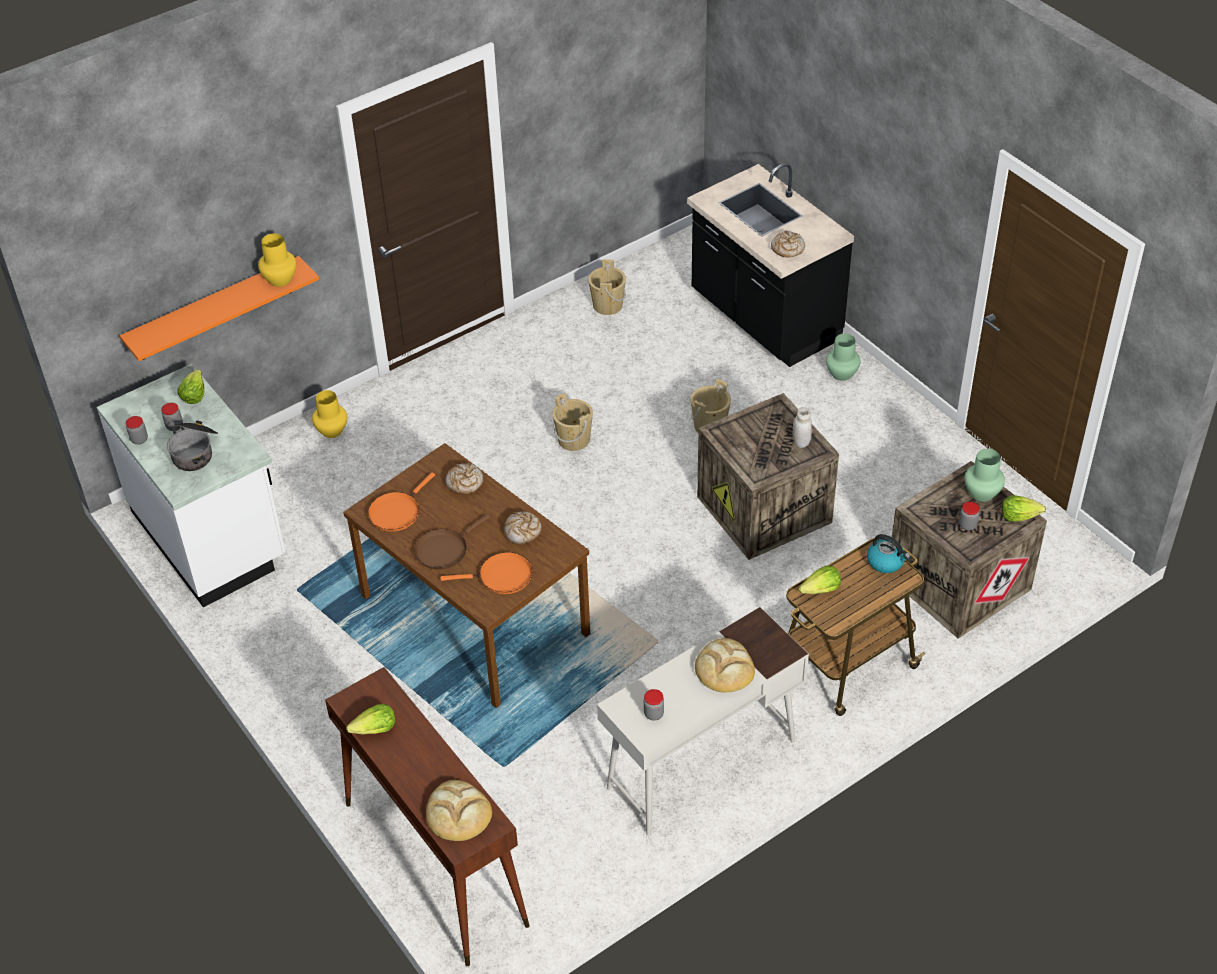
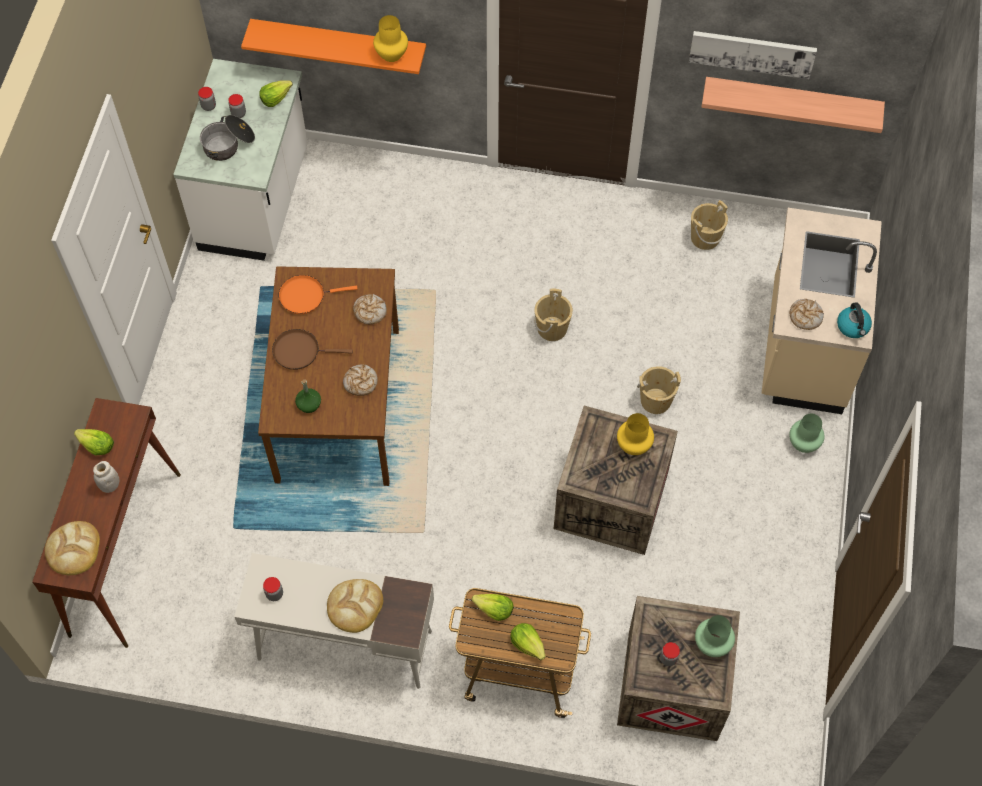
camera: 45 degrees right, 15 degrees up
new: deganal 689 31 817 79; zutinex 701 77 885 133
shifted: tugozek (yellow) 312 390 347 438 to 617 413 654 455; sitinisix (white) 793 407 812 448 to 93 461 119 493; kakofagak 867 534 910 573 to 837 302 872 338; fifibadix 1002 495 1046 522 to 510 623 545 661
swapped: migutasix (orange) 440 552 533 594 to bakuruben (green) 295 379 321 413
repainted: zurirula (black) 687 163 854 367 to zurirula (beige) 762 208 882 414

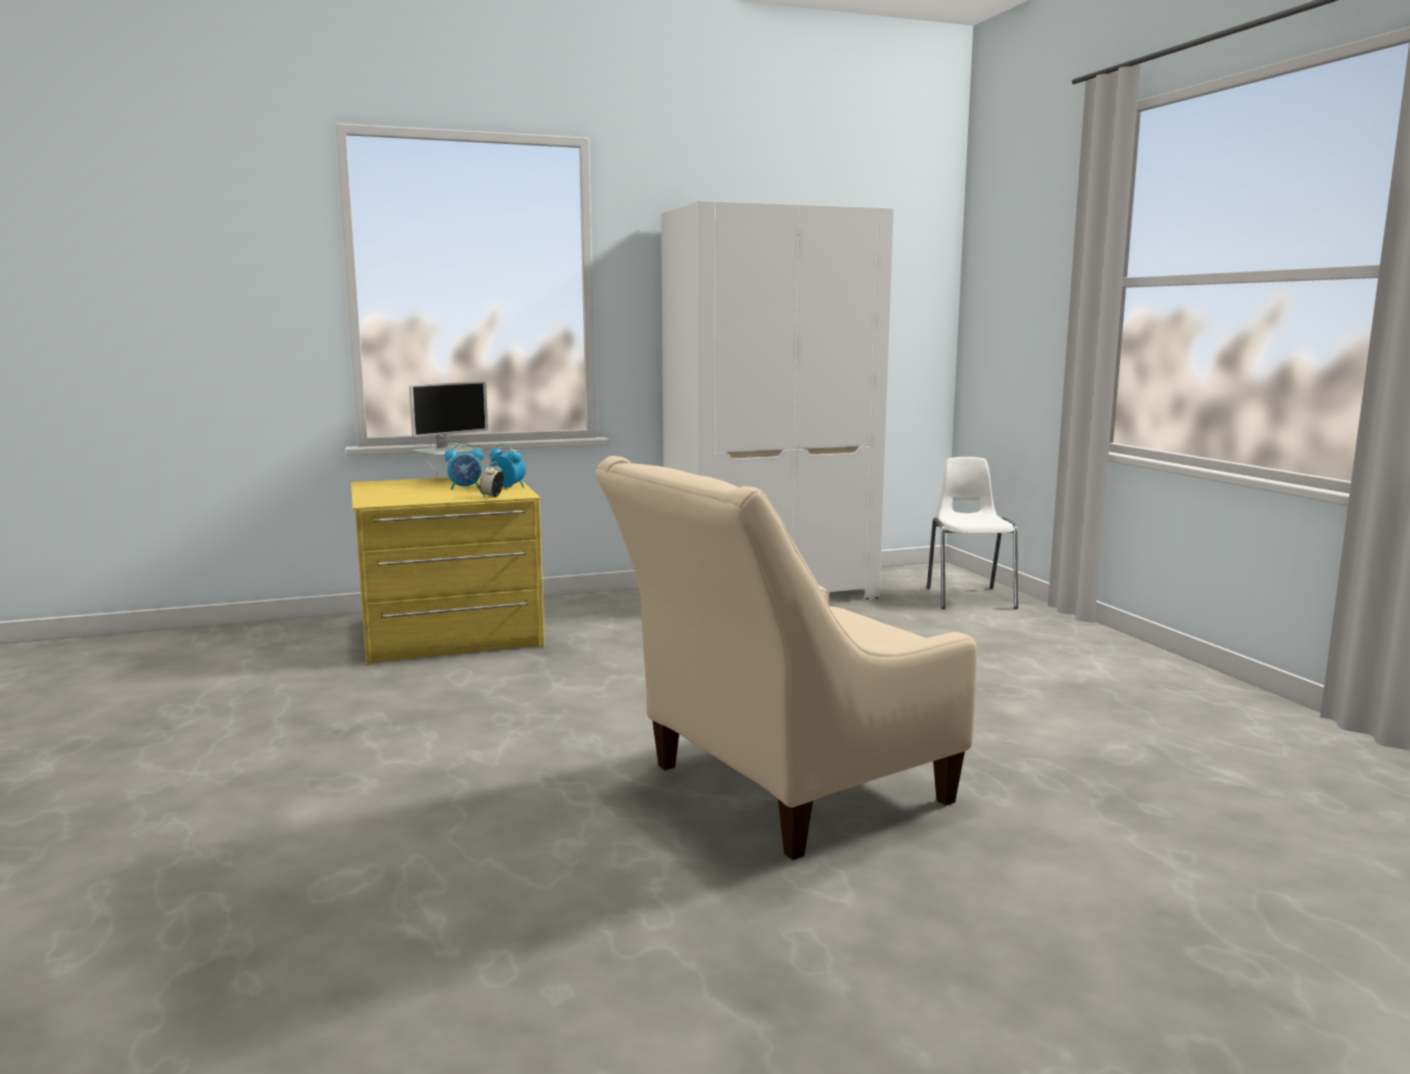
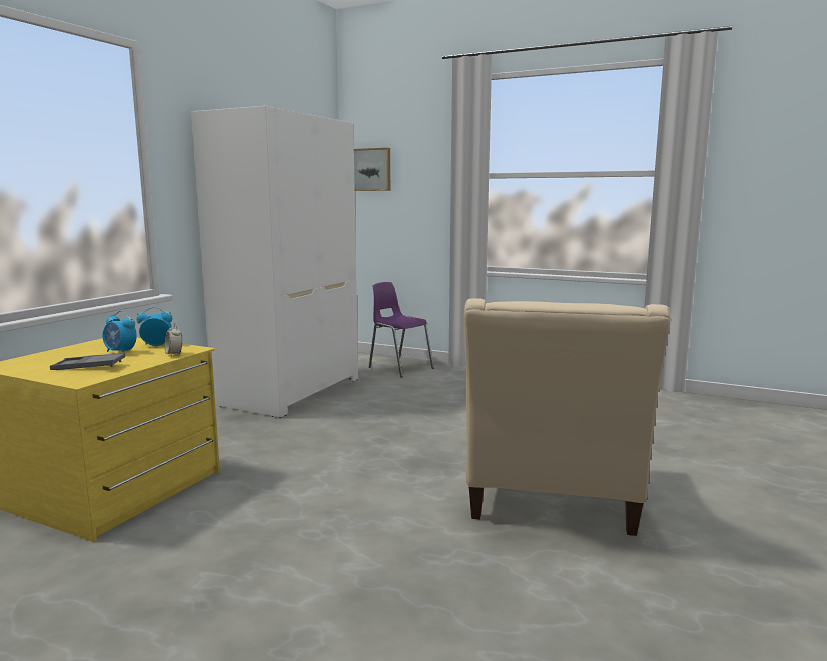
camera: 45 degrees left, 0 degrees up
gone: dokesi 409 381 488 476
new: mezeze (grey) 50 353 126 370; deganal 354 148 390 191
repainted: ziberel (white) 927 457 1018 609 to ziberel (purple) 369 282 434 377
rotated: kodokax 445 443 483 490 = 102 311 137 353 90 degrees clockwise

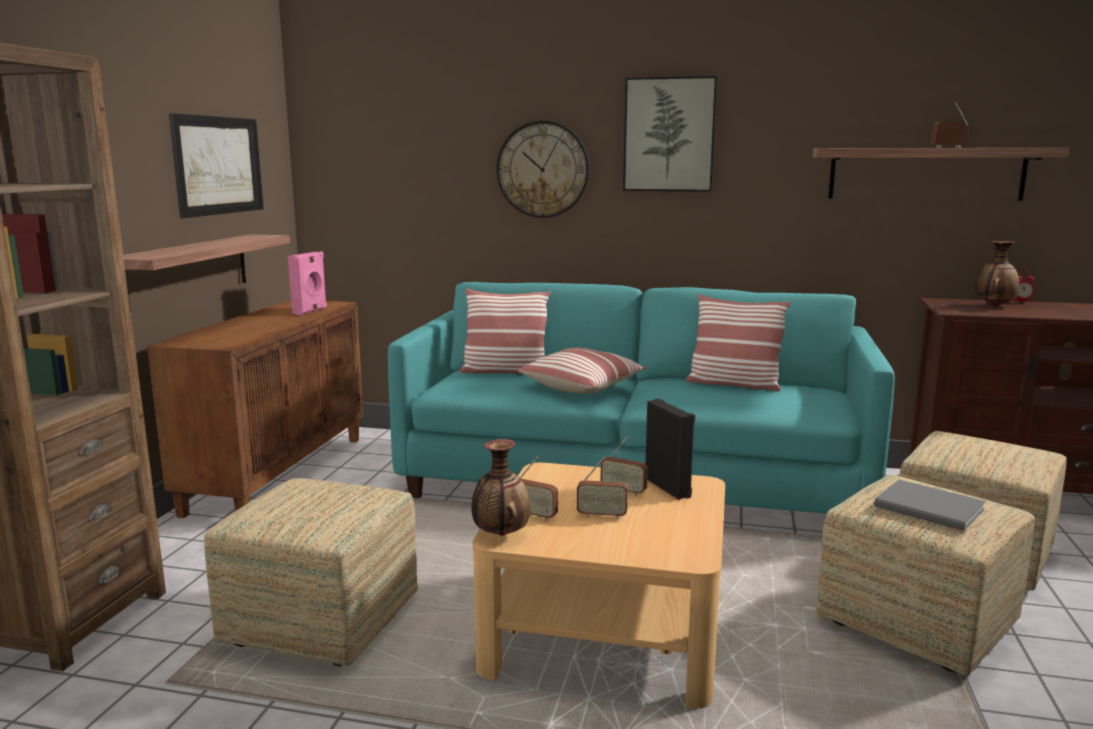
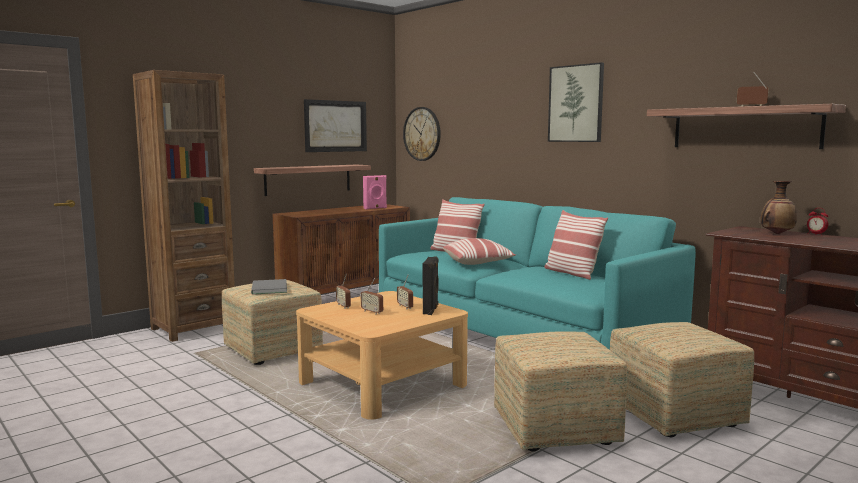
camera: 35 degrees right, 5 degrees down
gone: tugozek 471 439 531 536
shifted: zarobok 497 120 590 218 to 403 107 441 161; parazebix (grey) 874 479 985 531 to 251 279 287 295

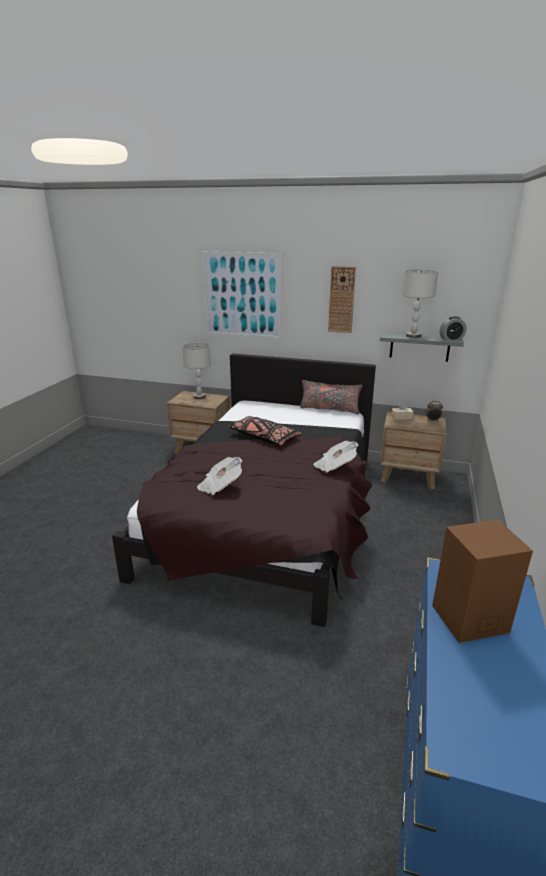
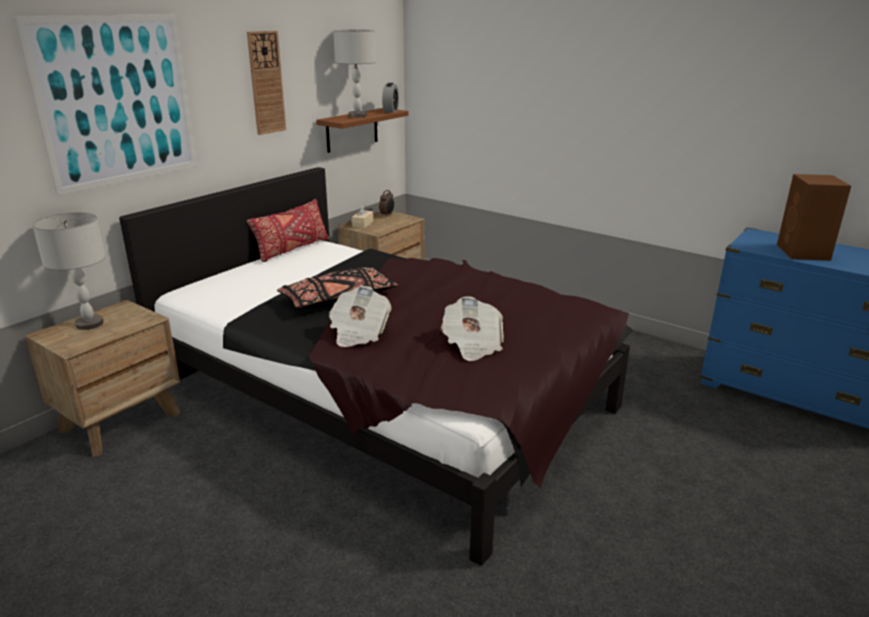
camera: 70 degrees left, 0 degrees up
shifted: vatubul 314 441 359 473 to 329 286 391 347
repainted: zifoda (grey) 300 380 362 415 to zifoda (red) 247 199 329 262; zutinex (grey) 380 332 464 362 to zutinex (brown) 316 108 409 153

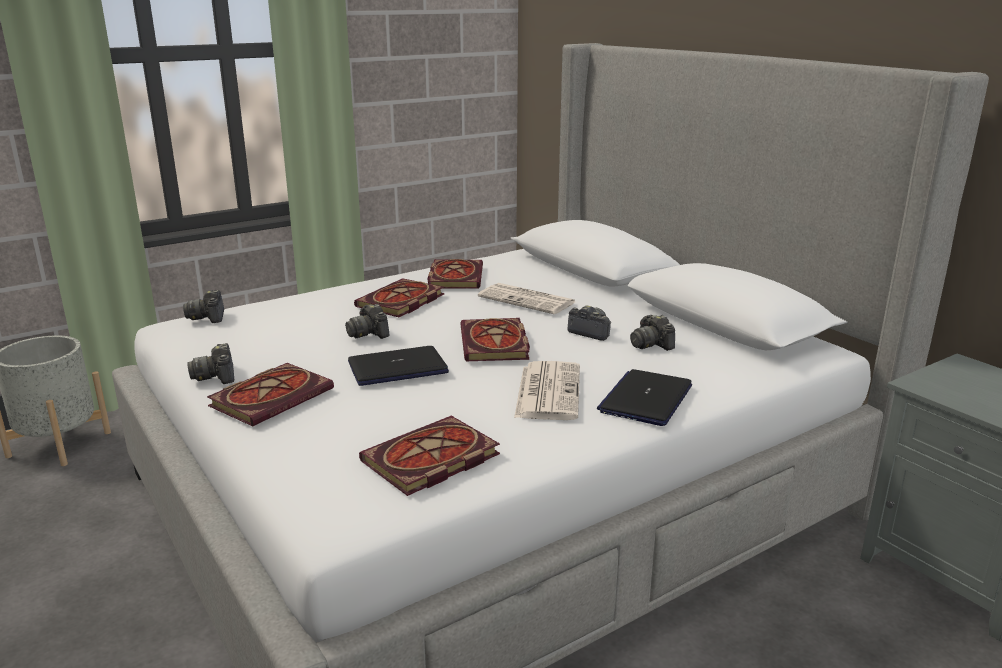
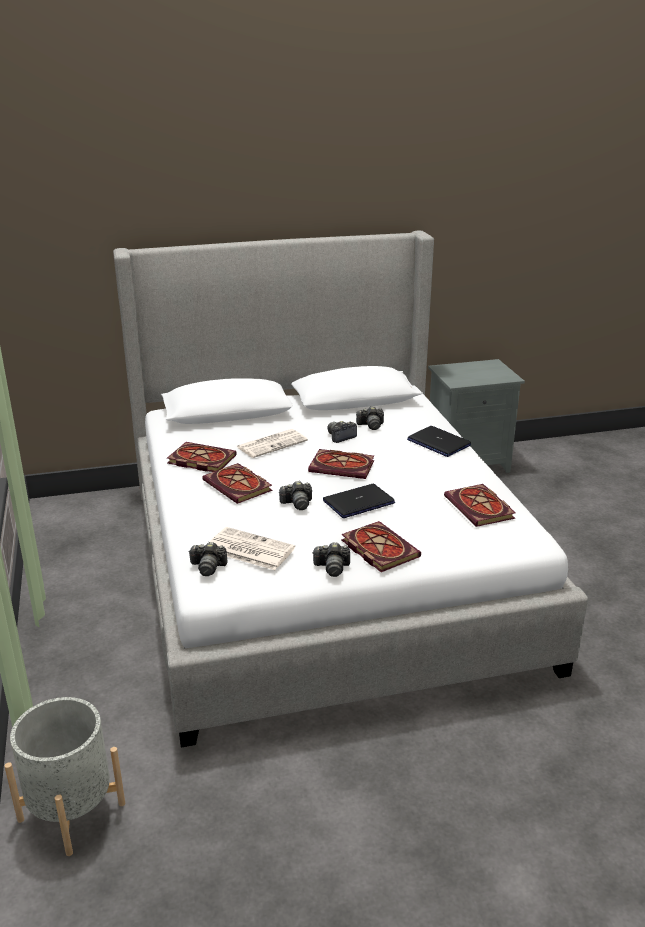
camera: 70 degrees left, 5 degrees up
shifted: vatubul 514 361 580 420 to 210 527 295 570
rotated: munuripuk 348 346 449 386 = 323 484 395 518 60 degrees clockwise

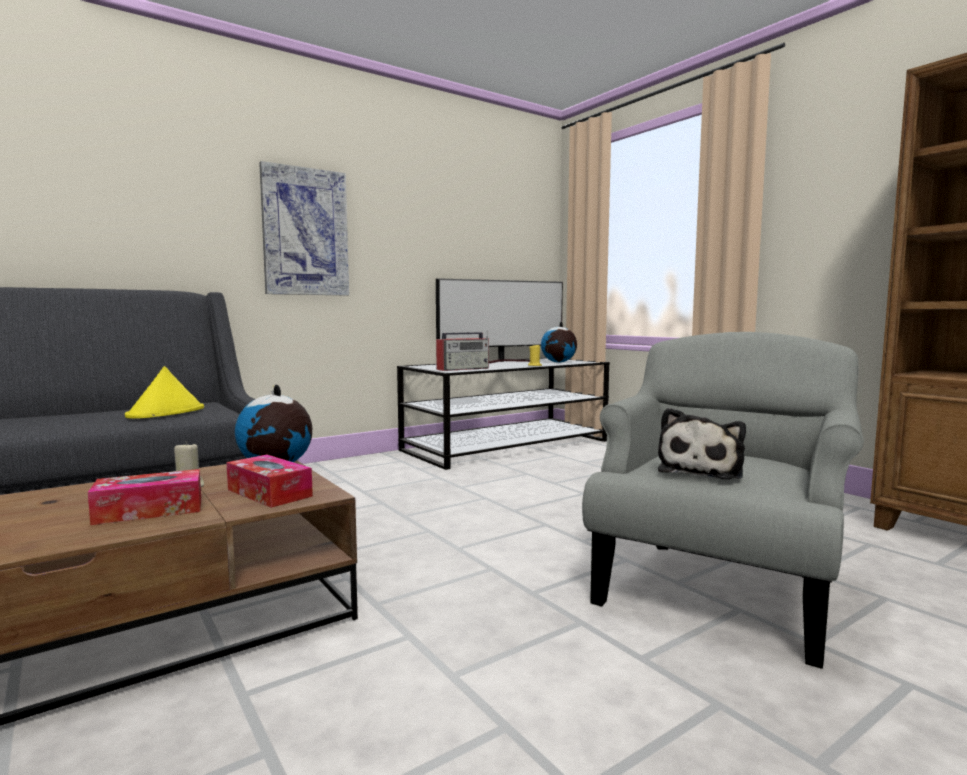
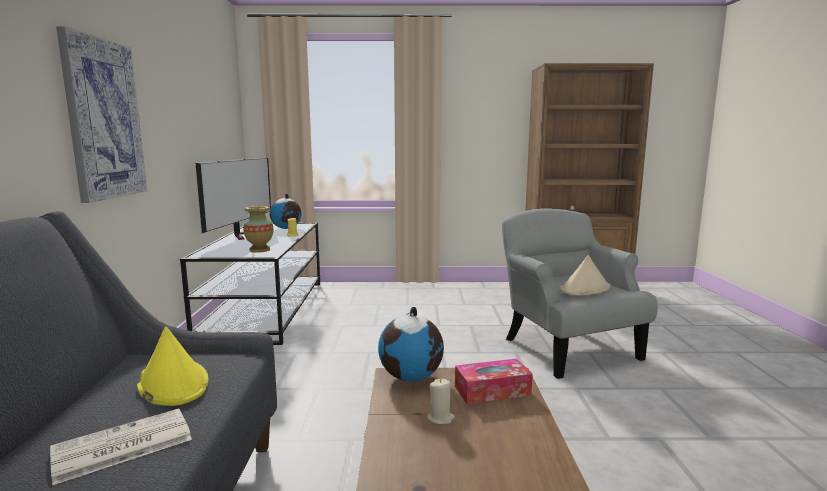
camera: 55 degrees left, 5 degrees up
gone: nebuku 88 469 201 525
new: vatubul 50 408 192 485
swapped: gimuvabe 436 330 489 371 to tugozek 243 206 273 253; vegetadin 658 408 746 479 to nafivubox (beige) 560 255 610 295

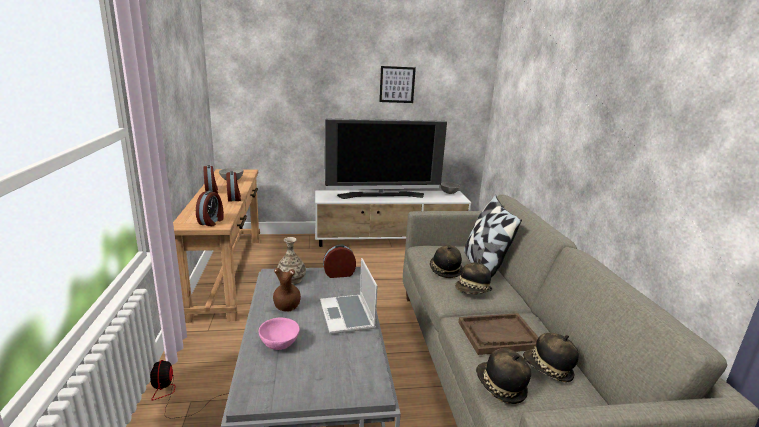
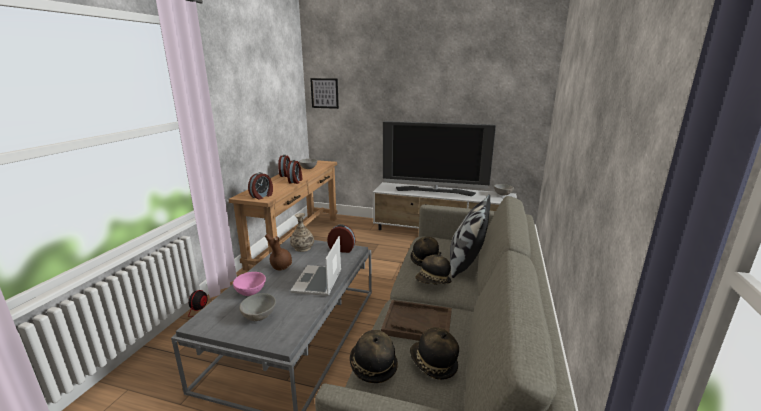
camera: 25 degrees right, 0 degrees up
new: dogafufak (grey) 239 293 276 321
shifted: deganal 379 66 416 103 to 310 78 339 109

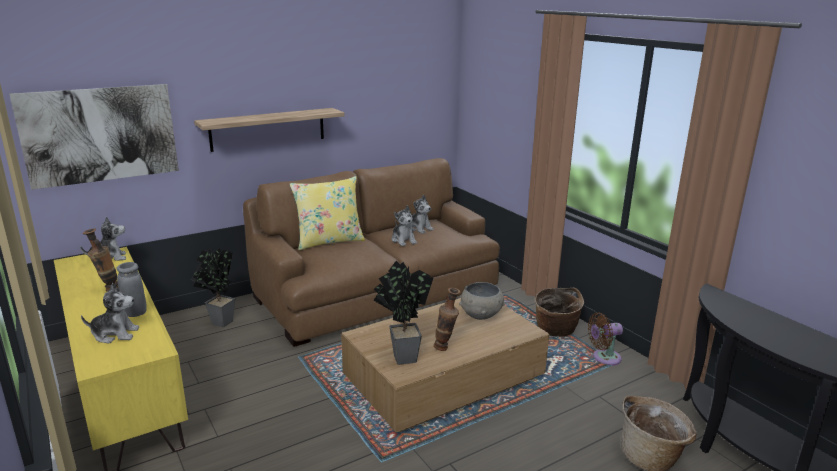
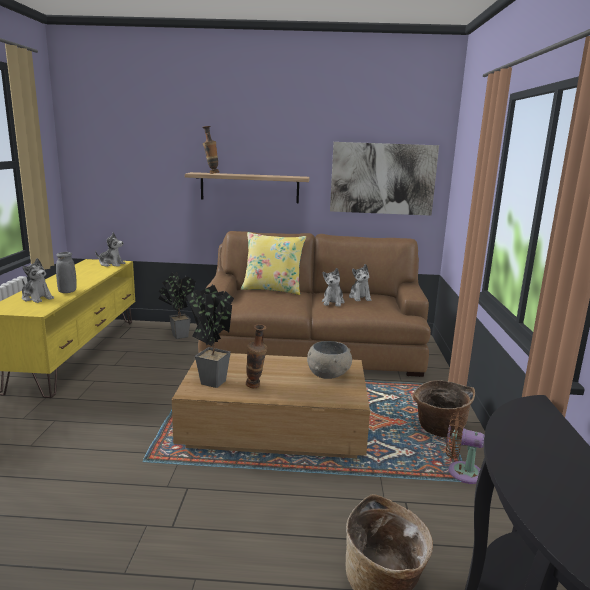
camera: 35 degrees right, 5 degrees down
shifted: deganal 9 84 179 190 to 330 142 439 216; tugozek 83 228 118 291 to 202 126 219 174

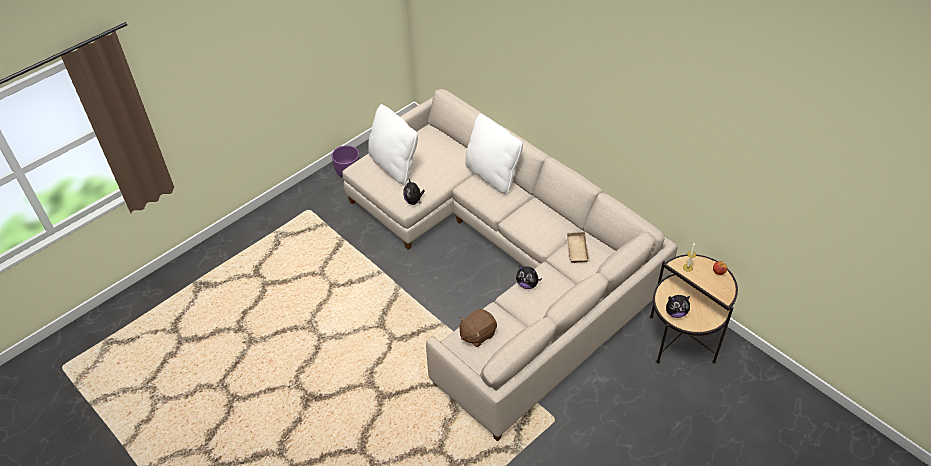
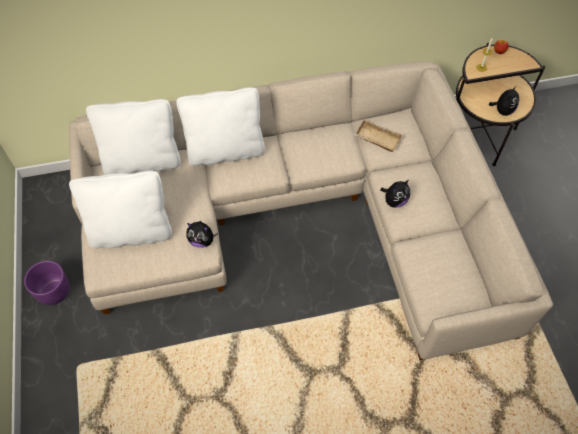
camera: 60 degrees left, 10 degrees up
gone: vegetadin (brown) 459 309 497 347
new: zifoda (white) 86 99 181 174

